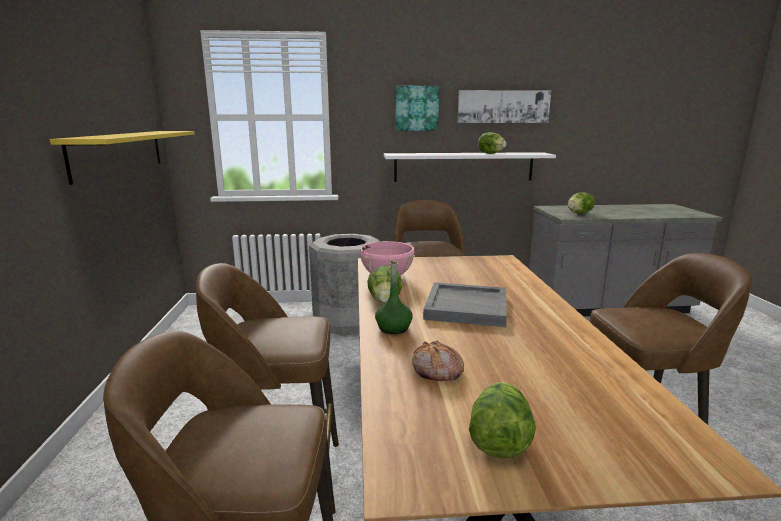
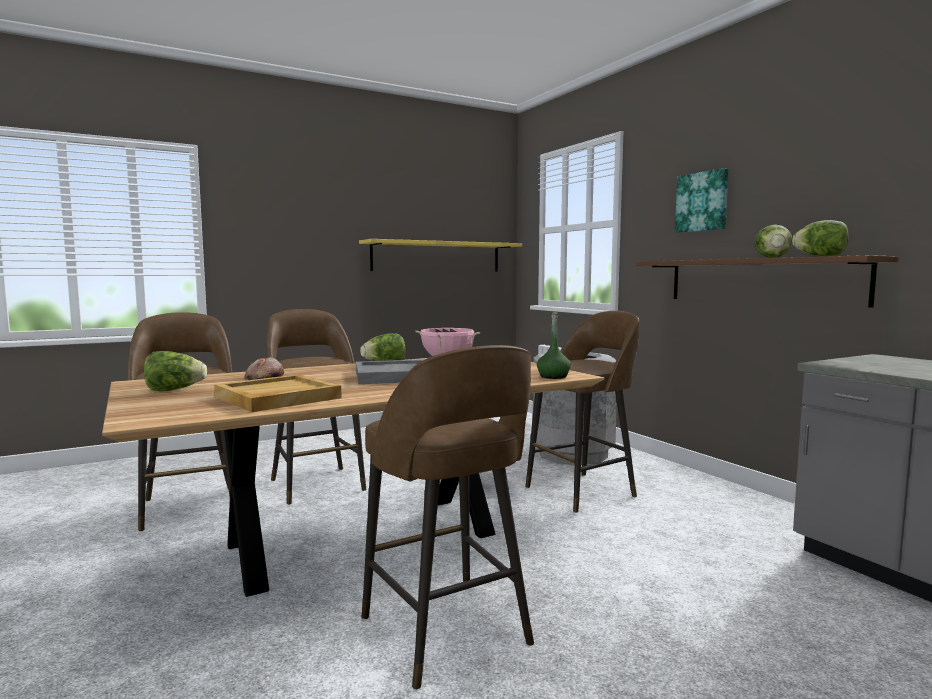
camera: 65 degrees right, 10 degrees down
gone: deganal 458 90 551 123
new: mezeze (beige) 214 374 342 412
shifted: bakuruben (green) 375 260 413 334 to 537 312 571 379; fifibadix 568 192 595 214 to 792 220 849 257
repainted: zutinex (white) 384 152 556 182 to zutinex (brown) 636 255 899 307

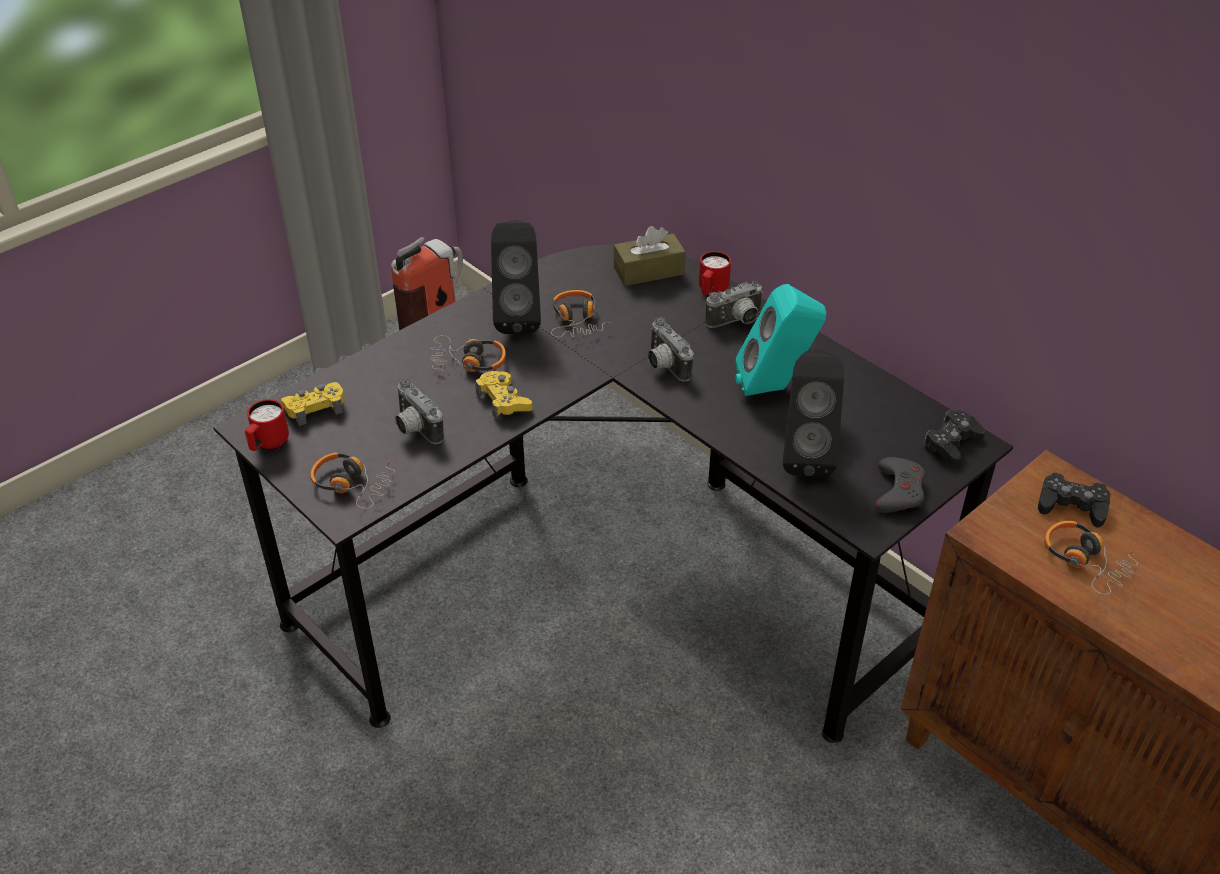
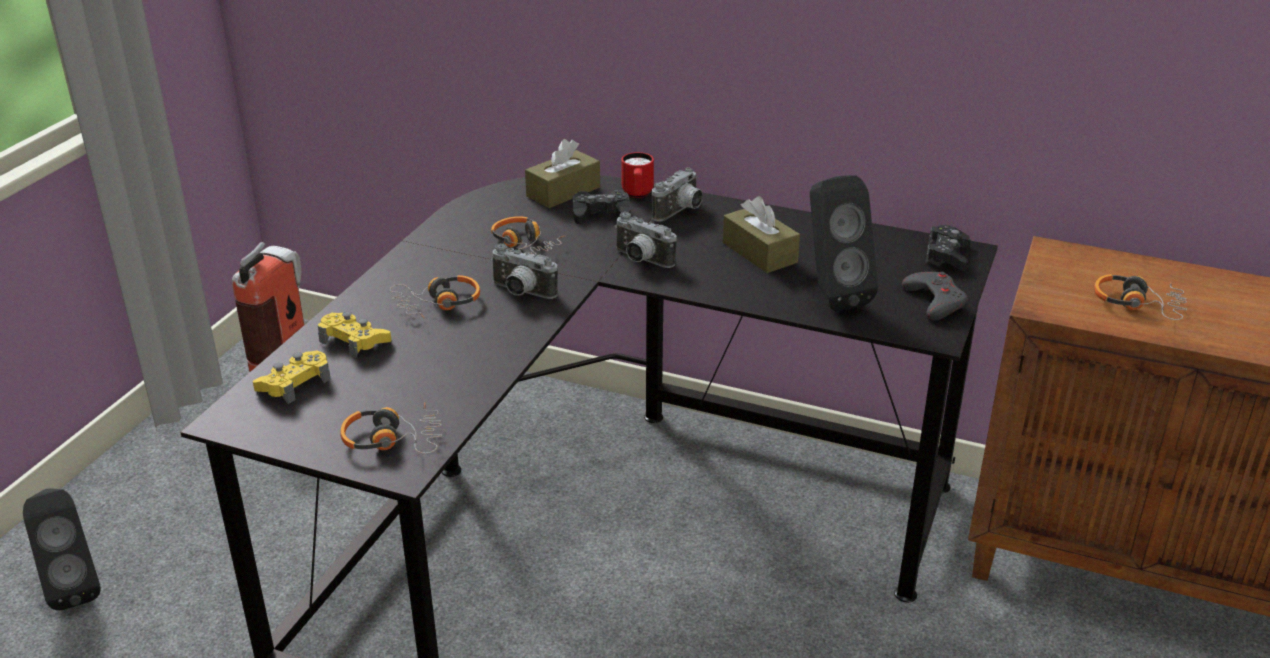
camera: 25 degrees left, 10 degrees down
gone: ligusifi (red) 245 399 289 451
shifted: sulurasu 395 379 444 444 to 490 244 558 299; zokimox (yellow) 476 371 533 419 to 318 312 392 358; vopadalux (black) 491 220 541 334 to 23 488 101 610; zokimox (black) 1038 472 1111 528 to 573 190 630 224
swapped: vopadalux (turquoise) 735 284 826 396 to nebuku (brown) 723 196 800 273

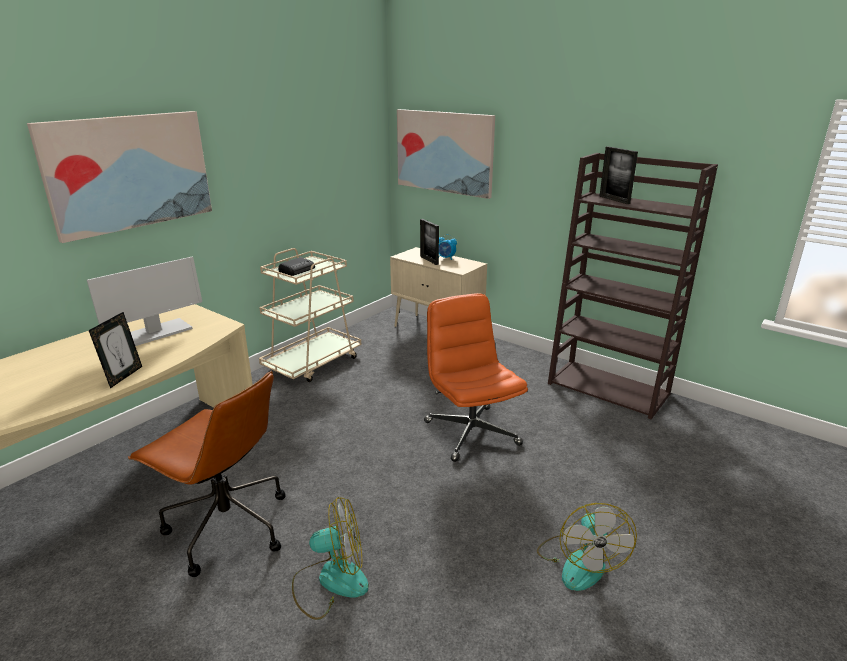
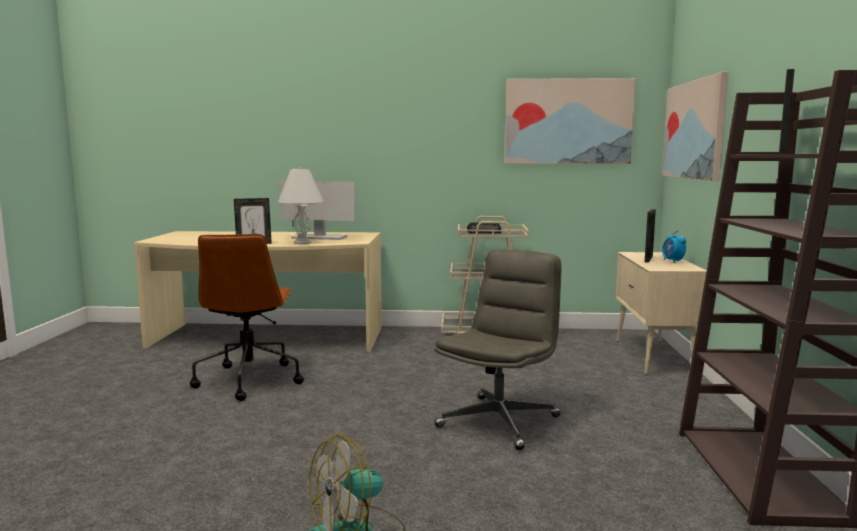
camera: 55 degrees right, 15 degrees down
gone: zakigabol 292 497 369 620
new: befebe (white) 278 168 324 244
shifted: deganal 27 111 212 243 to 505 78 636 164
repainted: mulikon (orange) 424 293 528 462 to mulikon (grey) 434 249 562 450

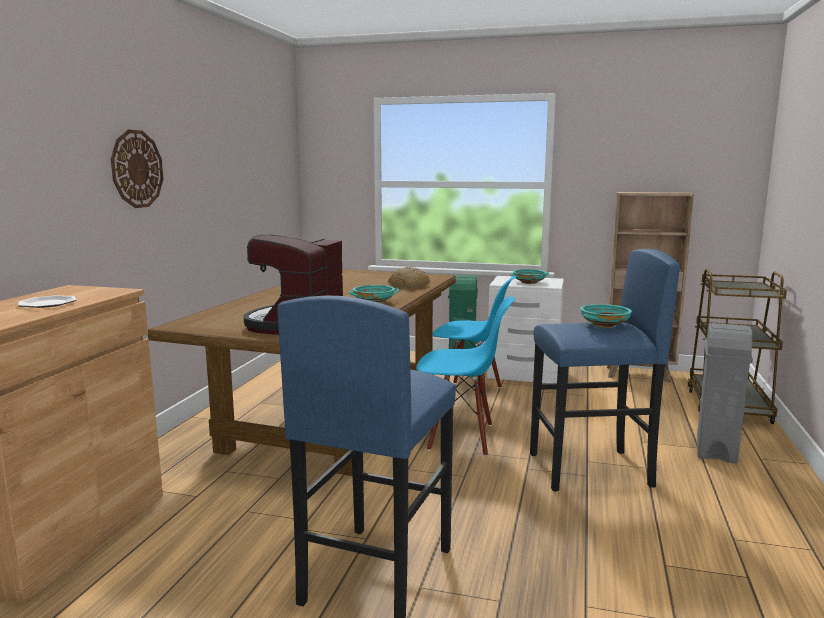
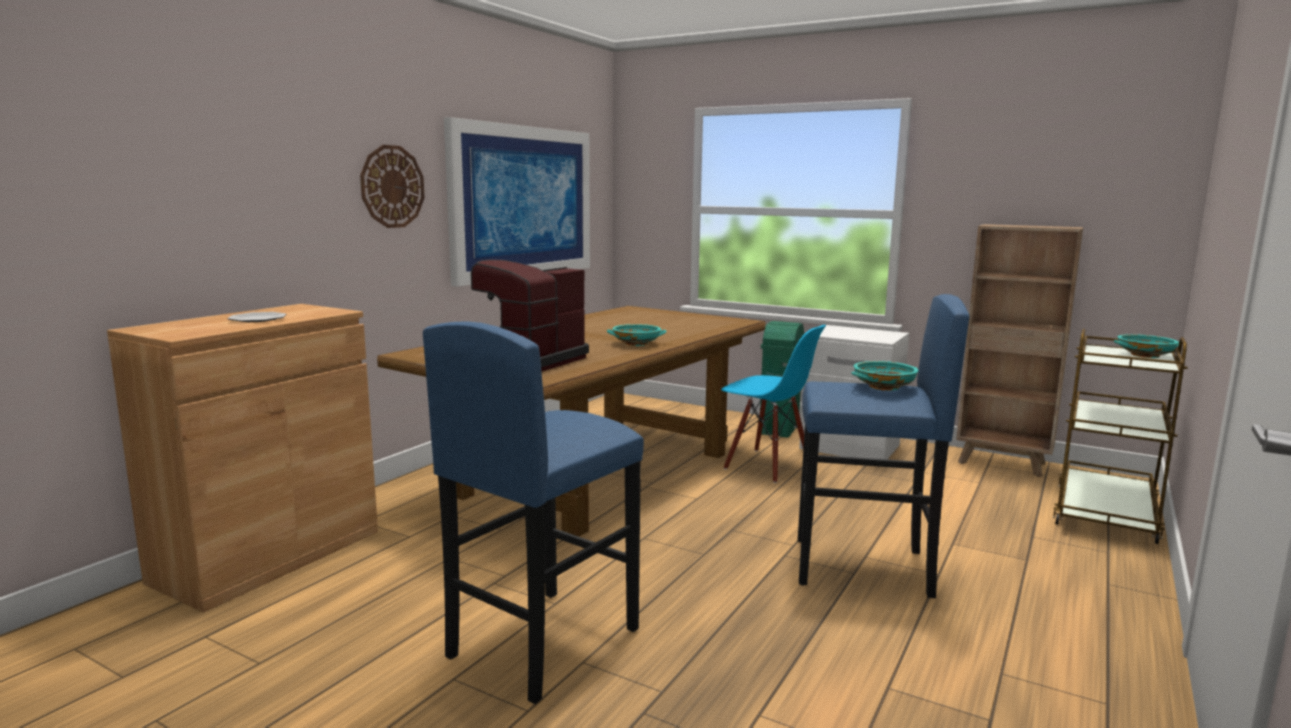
camera: 15 degrees right, 0 degrees up
gone: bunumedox 388 267 430 288; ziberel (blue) 416 296 515 456; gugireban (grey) 697 323 753 464
new: deganal 444 117 590 287
shifted: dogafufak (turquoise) 510 269 549 284 to 1114 334 1179 358

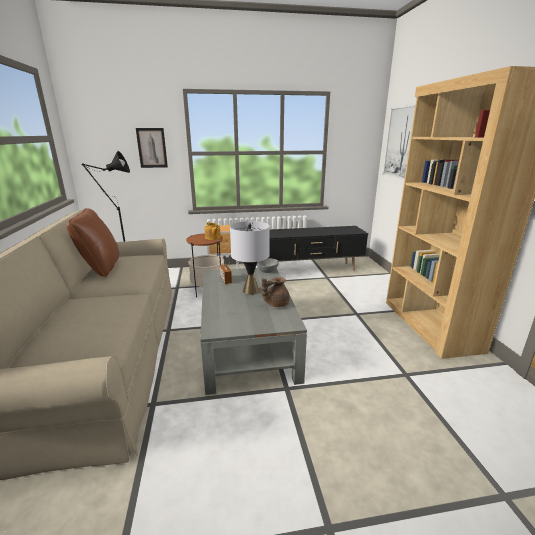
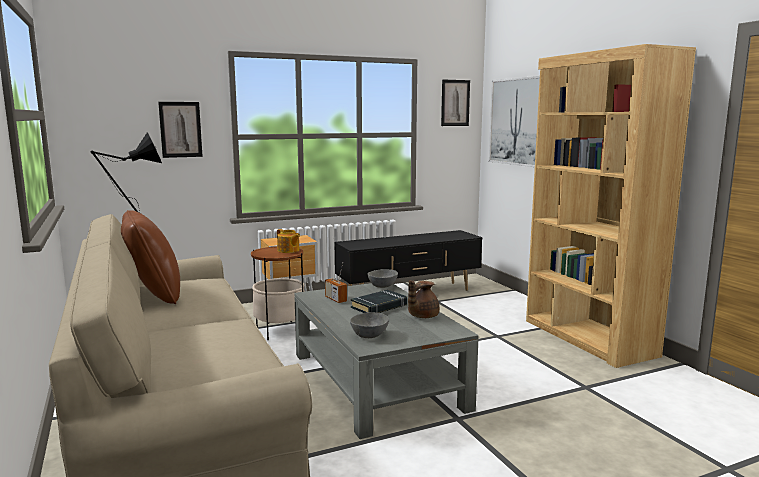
camera: 15 degrees left, 10 degrees down
new: dogafufak (grey) 350 312 389 338; deganal 441 80 470 126
swapped: befebe (grey) 230 221 270 295 to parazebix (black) 351 290 407 313

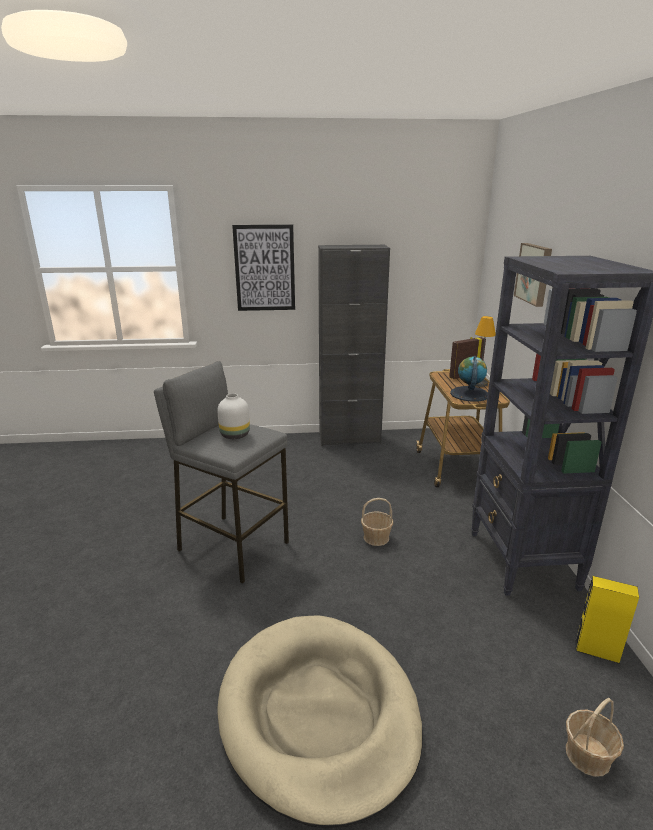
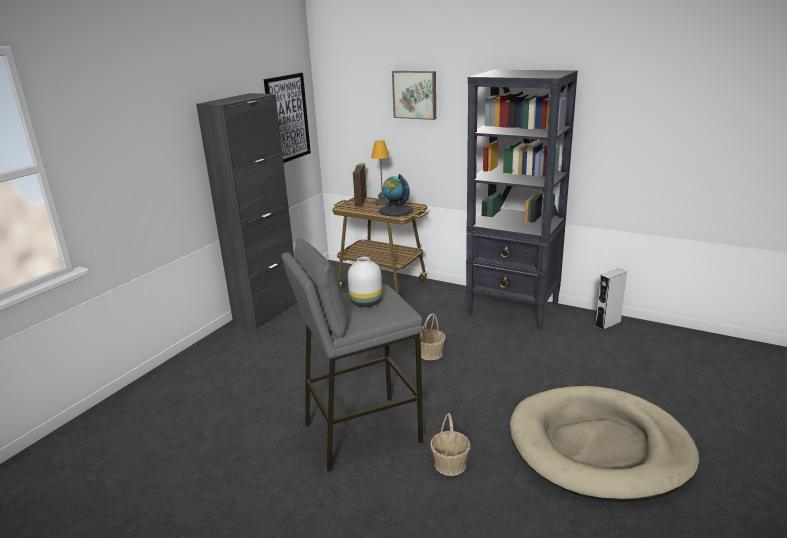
camera: 55 degrees left, 0 degrees up
shifted: deganal 232 224 295 311 to 264 73 311 163; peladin 566 698 624 777 to 430 413 470 476
repainted: vopadalux (yellow) 575 576 639 664 to vopadalux (grey) 595 269 627 330

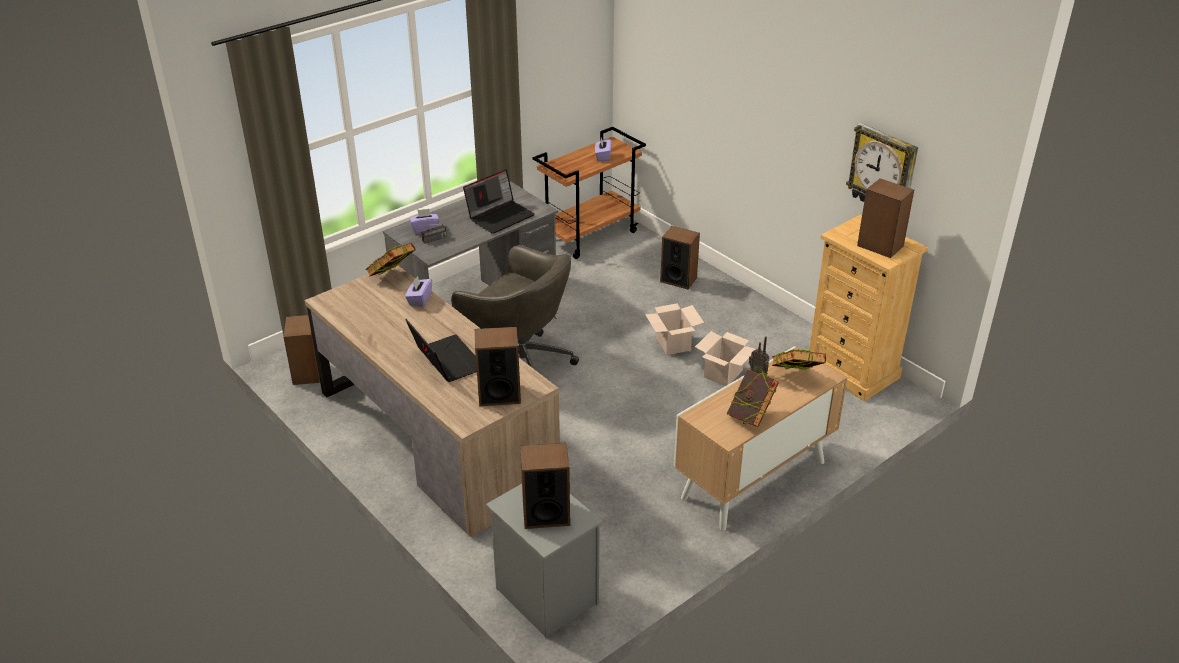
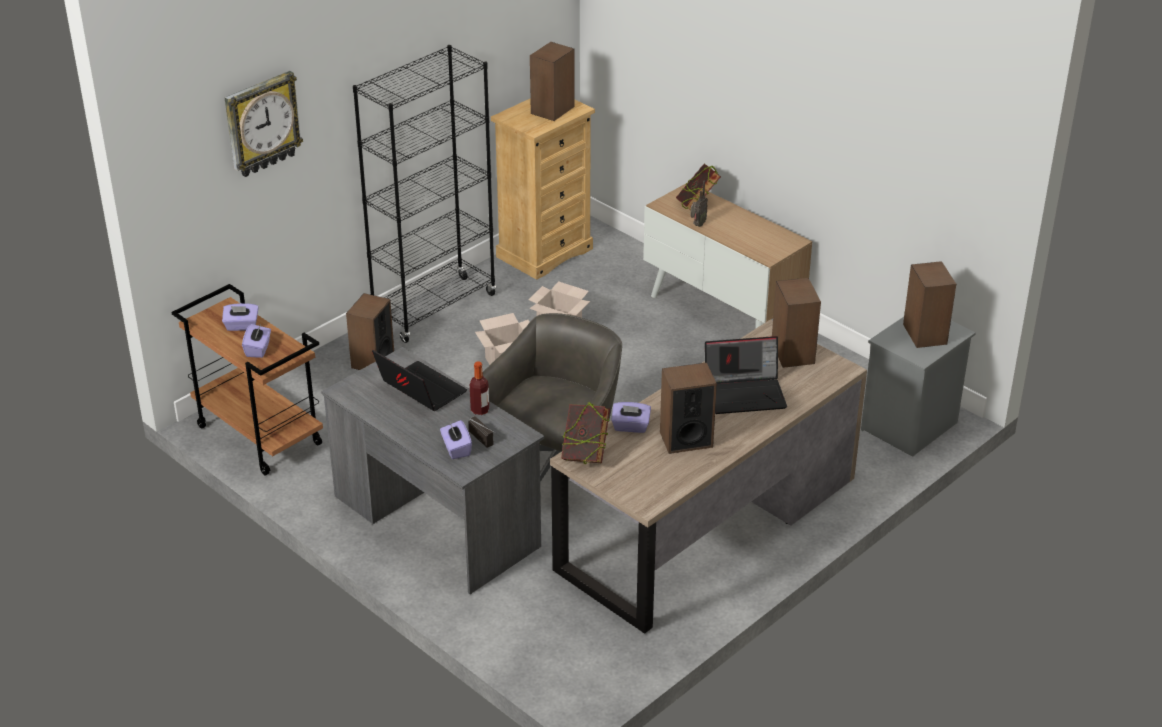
camera: 95 degrees left, 0 degrees up
gone: parazebix 727 369 779 427
new: nebuku (purple) 242 324 271 358; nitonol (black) 353 45 496 343; bakuruben 470 361 489 415
shifted: vopadalux 283 315 320 385 to 660 362 717 454; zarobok 846 123 918 202 to 224 71 303 177
rotated: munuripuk 405 319 477 382 = 705 336 787 414 150 degrees counterclockwise

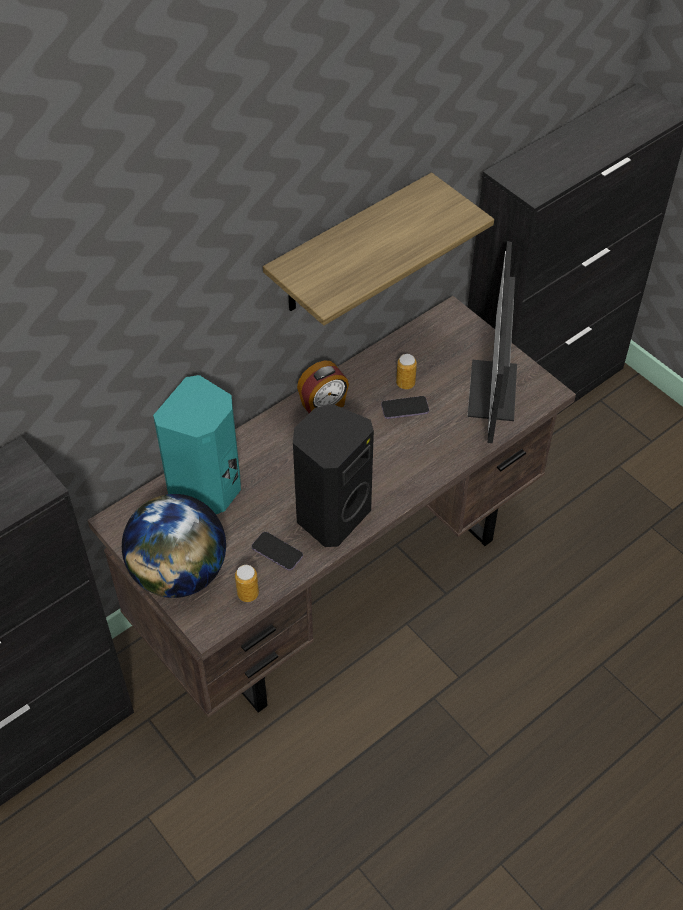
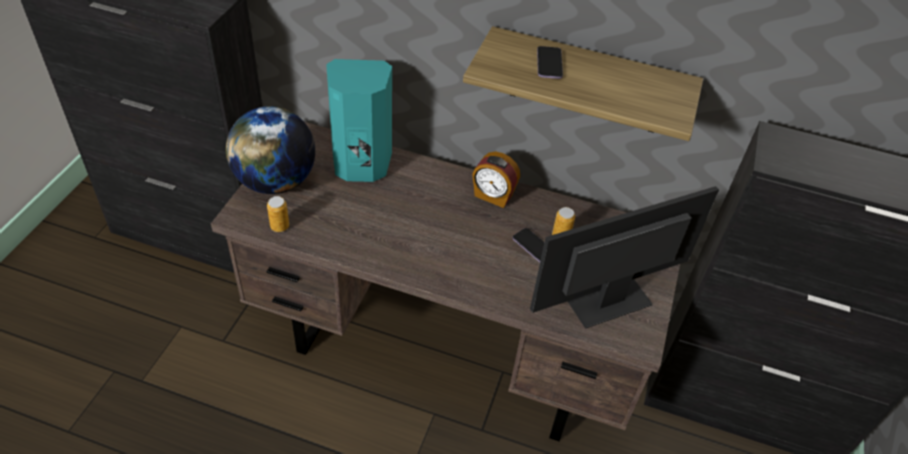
camera: 55 degrees right, 5 degrees down
gone: vopadalux (black) 293 404 374 547
shifted: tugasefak 252 532 303 571 to 537 46 563 79

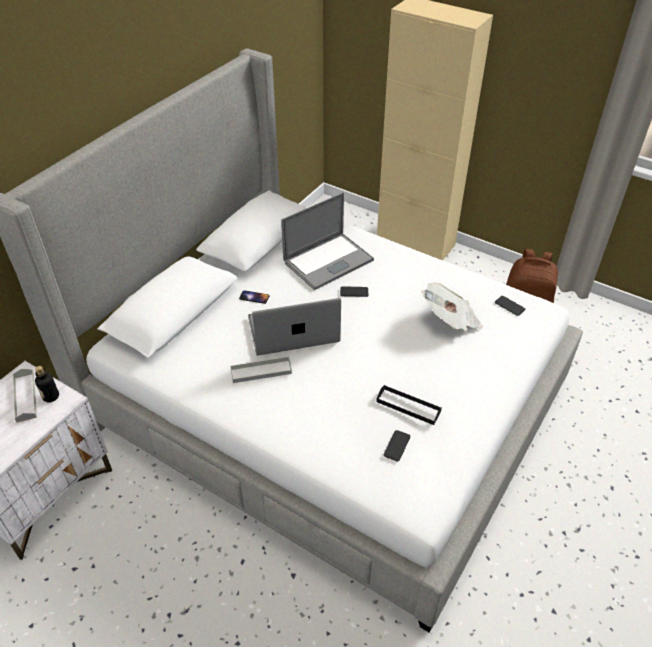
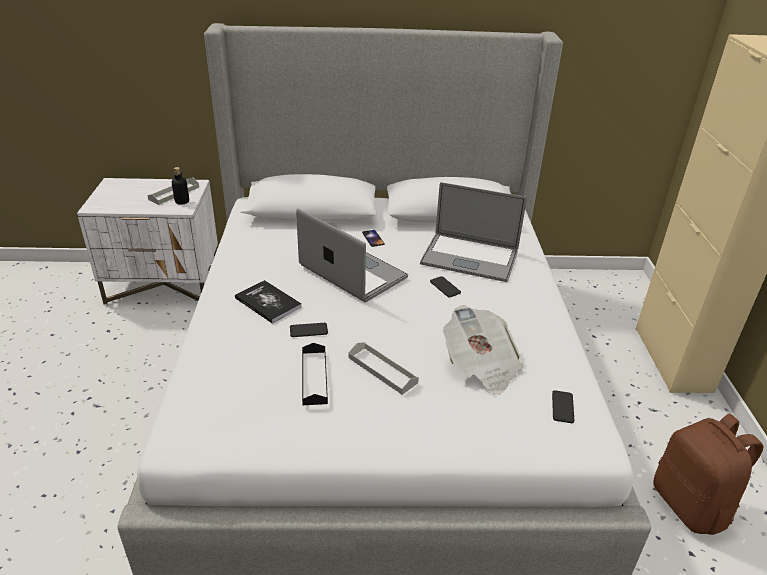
camera: 55 degrees right, 10 degrees down
new: parazebix 235 280 302 324
shifted: mezeze (grey) 230 356 292 383 to 349 342 419 395; tugasefak 384 430 410 462 to 290 323 328 337

